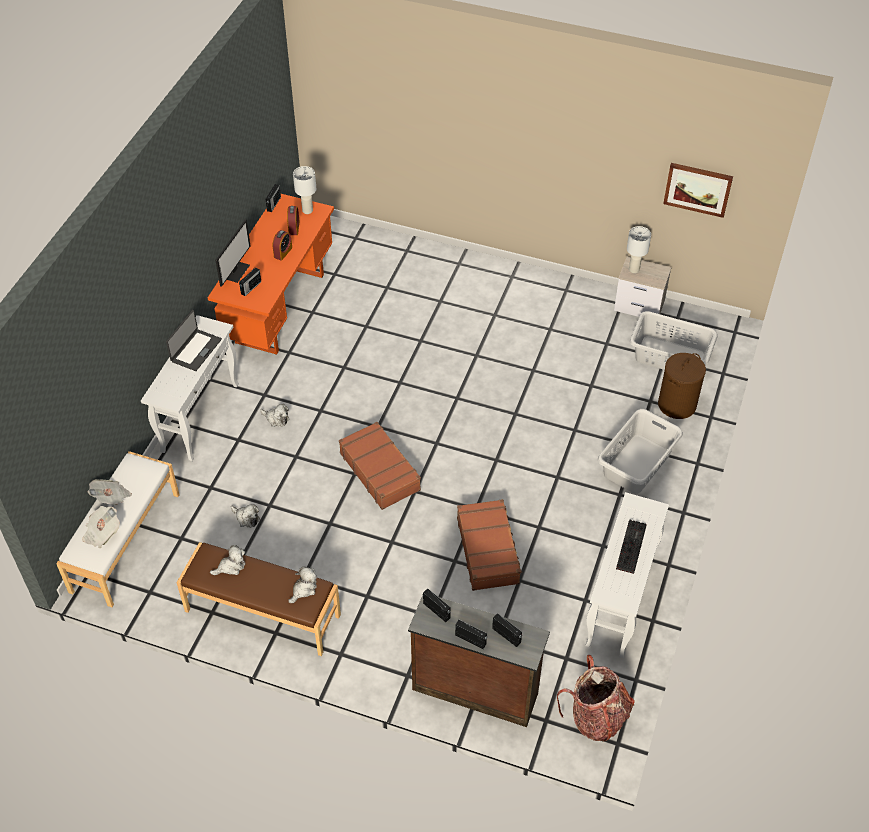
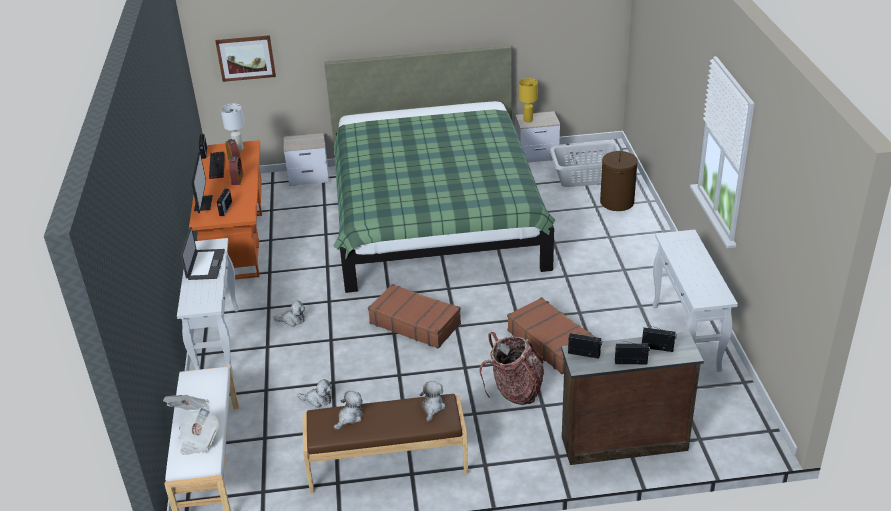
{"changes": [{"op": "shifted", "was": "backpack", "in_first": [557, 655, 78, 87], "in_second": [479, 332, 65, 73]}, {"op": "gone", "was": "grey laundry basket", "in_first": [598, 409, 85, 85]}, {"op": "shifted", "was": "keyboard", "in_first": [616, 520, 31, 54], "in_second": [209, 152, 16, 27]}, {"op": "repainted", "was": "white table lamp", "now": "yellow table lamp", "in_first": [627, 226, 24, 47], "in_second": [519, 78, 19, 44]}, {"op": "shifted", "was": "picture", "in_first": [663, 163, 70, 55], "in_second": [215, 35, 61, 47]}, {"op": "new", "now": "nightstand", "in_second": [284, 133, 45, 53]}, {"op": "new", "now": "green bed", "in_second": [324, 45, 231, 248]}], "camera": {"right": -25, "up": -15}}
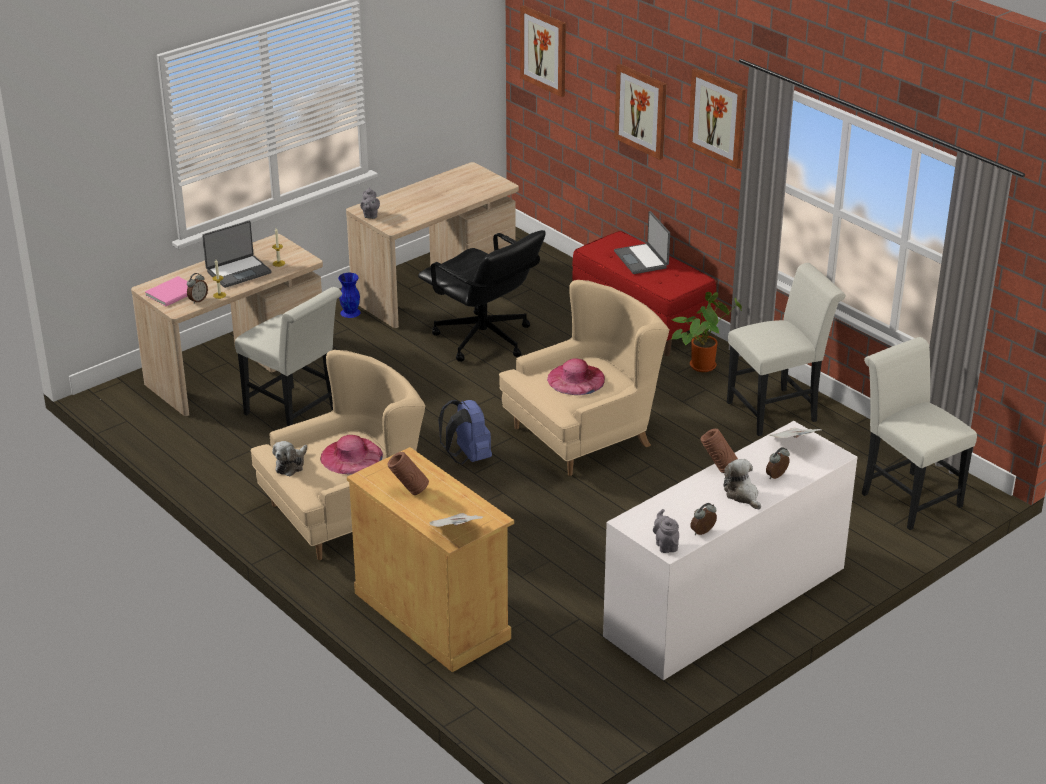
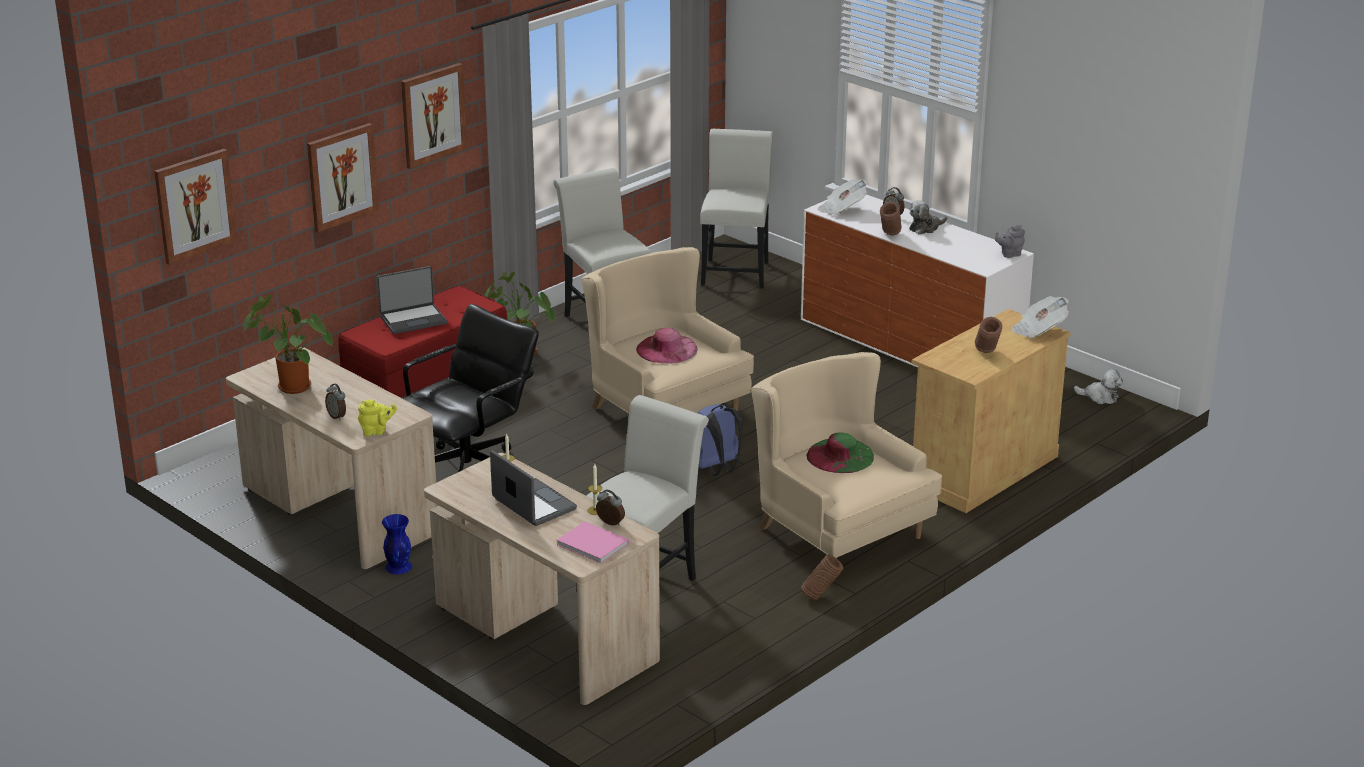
{"changes": [{"op": "shifted", "was": "plush toy", "in_first": [272, 441, 35, 35], "in_second": [1074, 369, 49, 35]}, {"op": "repainted", "was": "pink hat", "now": "green hat", "in_first": [320, 435, 63, 40], "in_second": [807, 433, 67, 40]}, {"op": "repainted", "was": "grey teapot", "now": "yellow teapot", "in_first": [360, 187, 20, 32], "in_second": [358, 399, 39, 37]}, {"op": "shifted", "was": "alarm clock", "in_first": [691, 503, 26, 32], "in_second": [325, 384, 21, 36]}, {"op": "rotated", "was": "white chair", "in_first": [862, 337, 115, 193], "in_second": [700, 129, 73, 160], "clockwise": 135}, {"op": "new", "now": "potted plant", "in_second": [243, 295, 89, 99]}, {"op": "new", "now": "brown vase", "in_second": [801, 555, 42, 45]}], "camera": {"right": -95, "up": -5}}
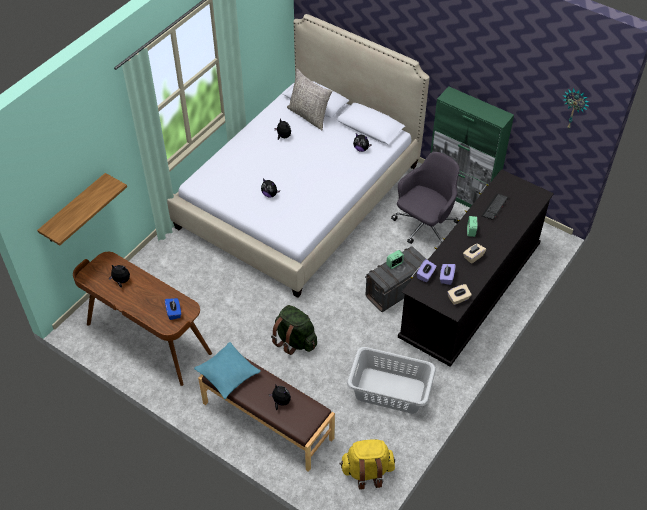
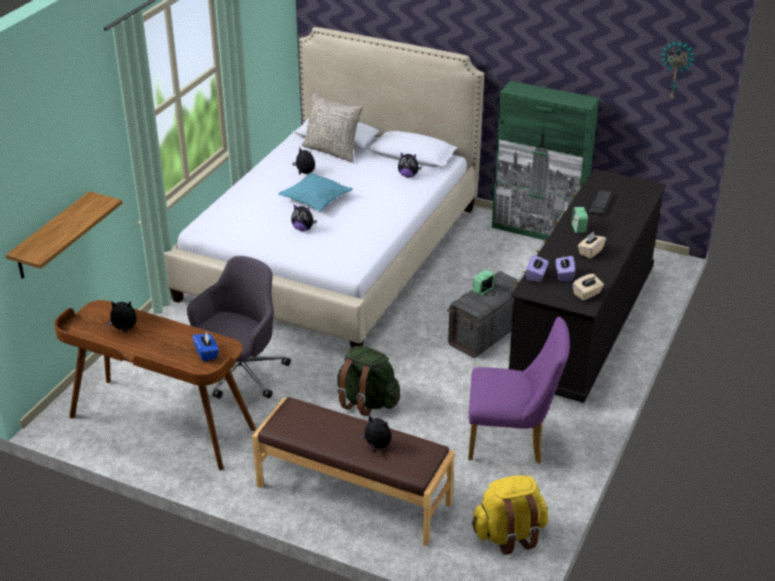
{"changes": [{"op": "shifted", "was": "turquoise pillow", "in_first": [194, 342, 67, 57], "in_second": [279, 173, 74, 38]}, {"op": "swapped", "was": "grey laundry basket", "now": "purple chair", "in_first": [347, 347, 89, 67], "in_second": [468, 317, 102, 146]}, {"op": "shifted", "was": "grey office chair", "in_first": [391, 152, 69, 92], "in_second": [187, 256, 104, 143]}], "camera": {"right": -10, "up": -15}}
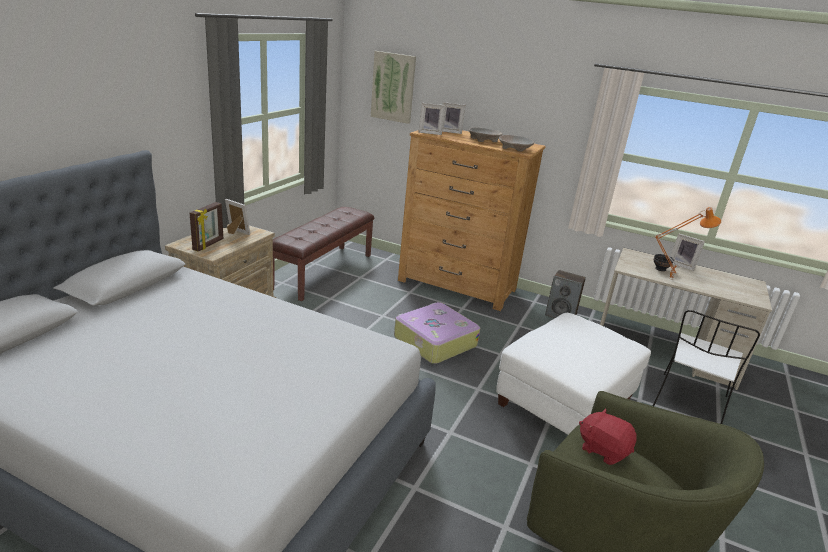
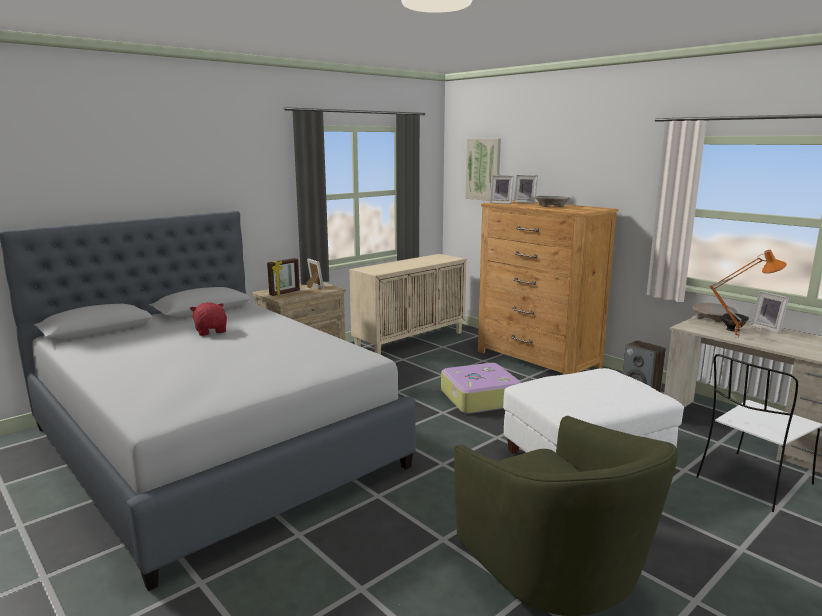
{"changes": [{"op": "swapped", "was": "brown bench", "now": "beige cabinet", "in_first": [273, 207, 101, 94], "in_second": [349, 254, 118, 101]}, {"op": "shifted", "was": "beige bowl", "in_first": [499, 135, 35, 16], "in_second": [693, 303, 44, 19]}, {"op": "shifted", "was": "red plush toy", "in_first": [579, 408, 58, 57], "in_second": [190, 302, 37, 34]}], "camera": {"right": 25, "up": -10}}
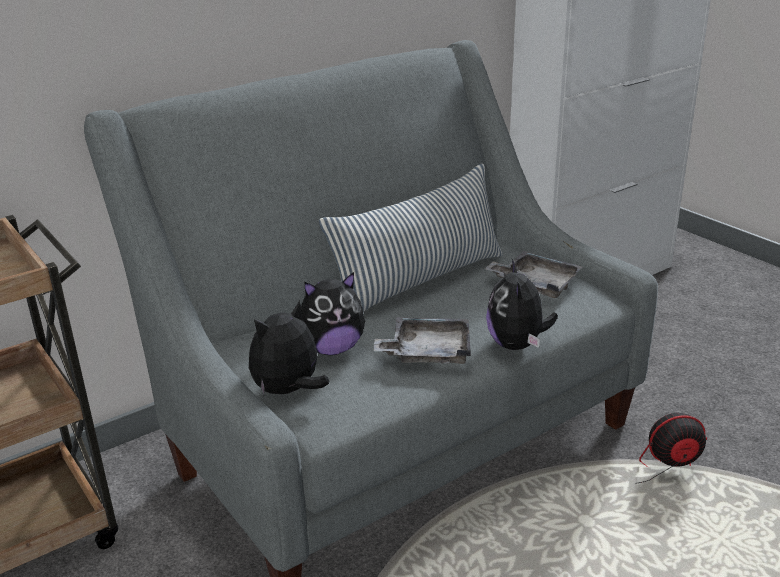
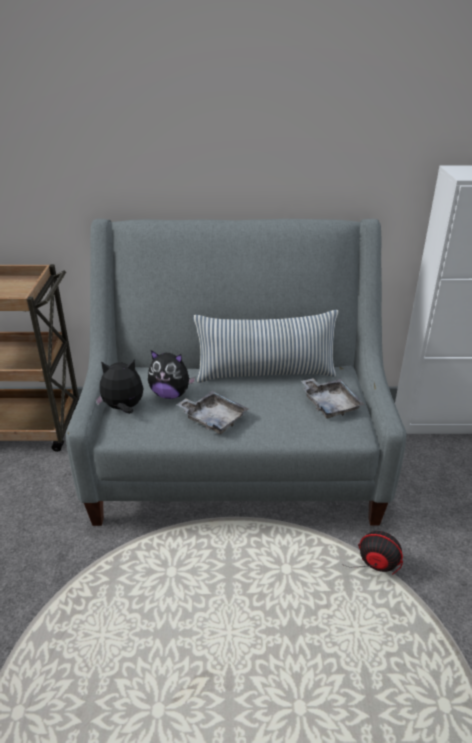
{"changes": [{"op": "gone", "was": "plush toy", "in_first": [486, 259, 72, 91]}], "camera": {"right": 35, "up": 5}}
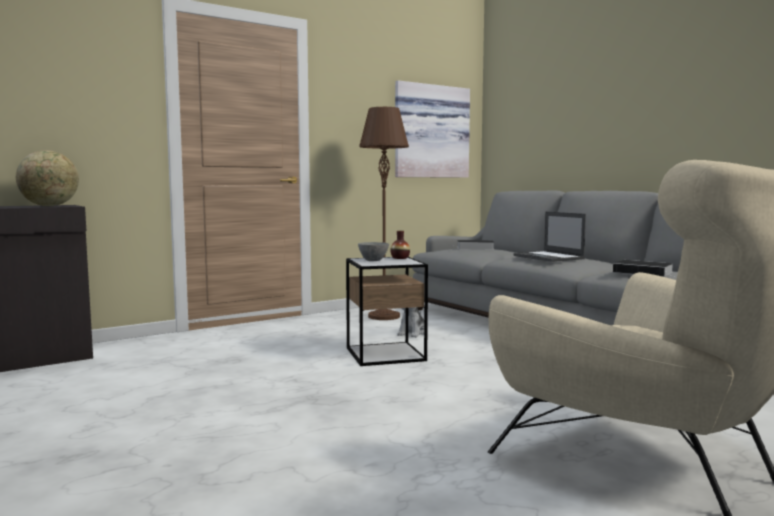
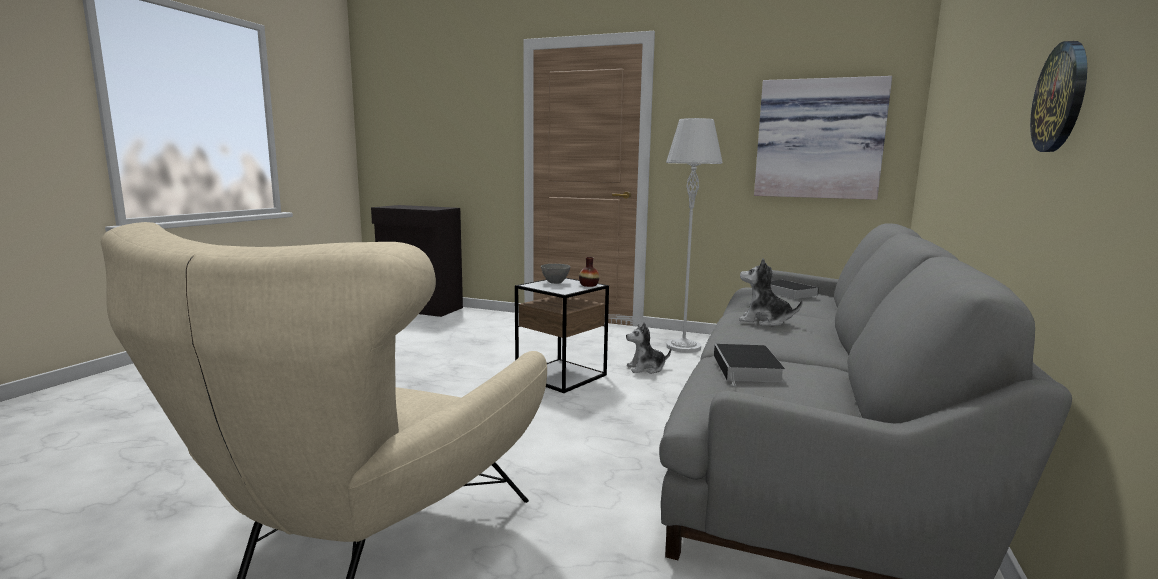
{"changes": [{"op": "gone", "was": "globe", "in_first": [16, 150, 63, 56]}, {"op": "repainted", "was": "brown floor lamp", "now": "grey floor lamp", "in_first": [359, 107, 50, 213], "in_second": [666, 118, 57, 235]}, {"op": "swapped", "was": "laptop", "now": "plush toy", "in_first": [514, 212, 72, 50], "in_second": [739, 258, 64, 68]}, {"op": "new", "now": "wall clock", "in_second": [1030, 41, 57, 111]}], "camera": {"right": 55, "up": 5}}
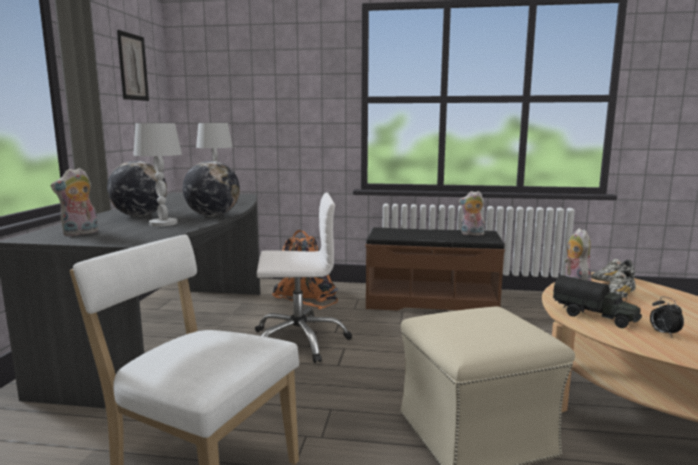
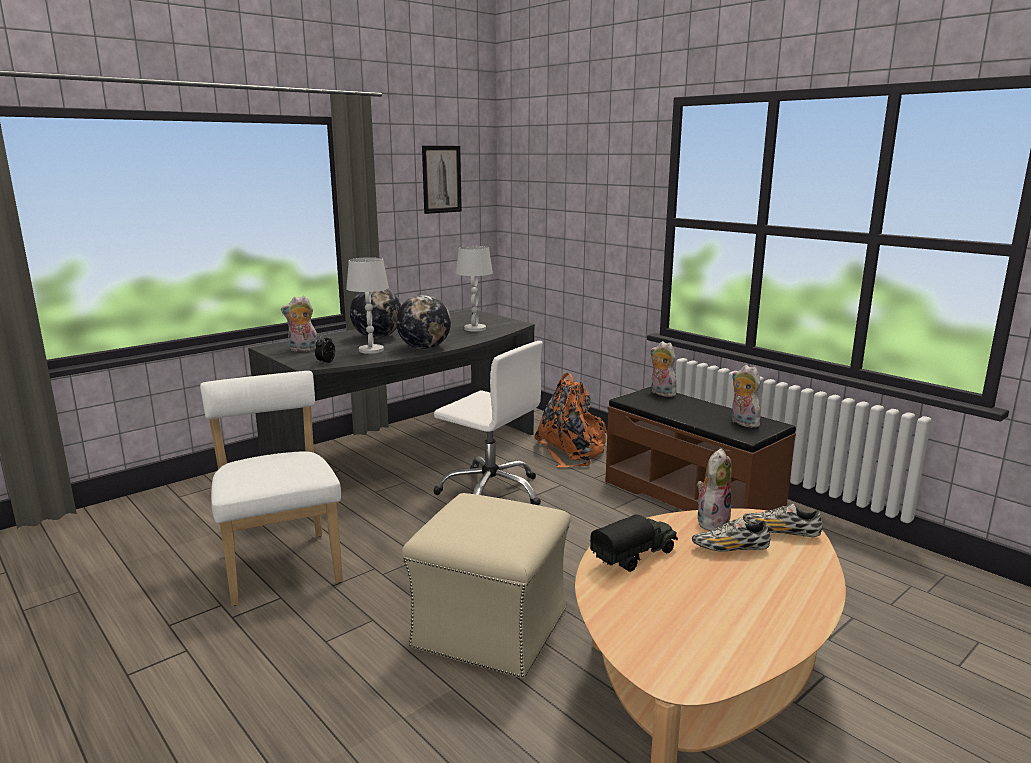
{"changes": [{"op": "rotated", "was": "toy truck", "in_first": [553, 275, 89, 53], "in_second": [590, 515, 88, 57], "clockwise": -120}, {"op": "shifted", "was": "alarm clock", "in_first": [650, 296, 34, 41], "in_second": [315, 334, 20, 31]}, {"op": "new", "now": "plush toy", "in_second": [650, 341, 26, 56]}], "camera": {"right": 40, "up": 5}}
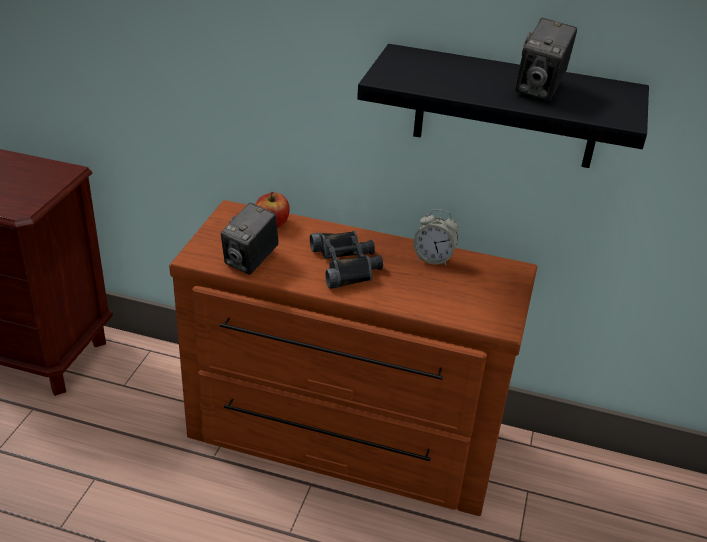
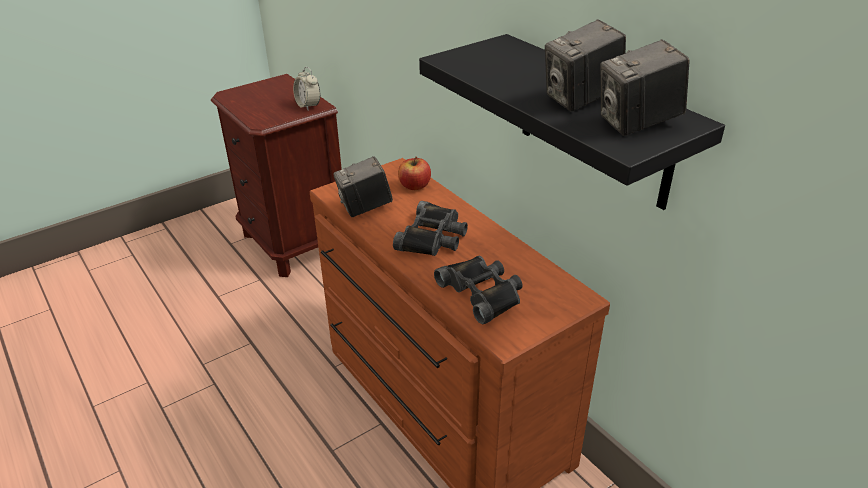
{"changes": [{"op": "shifted", "was": "alarm clock", "in_first": [413, 209, 46, 57], "in_second": [293, 67, 27, 43]}, {"op": "new", "now": "black binoculars", "in_second": [434, 256, 88, 68]}, {"op": "new", "now": "photo camera", "in_second": [600, 39, 90, 97]}], "camera": {"right": 40, "up": 0}}
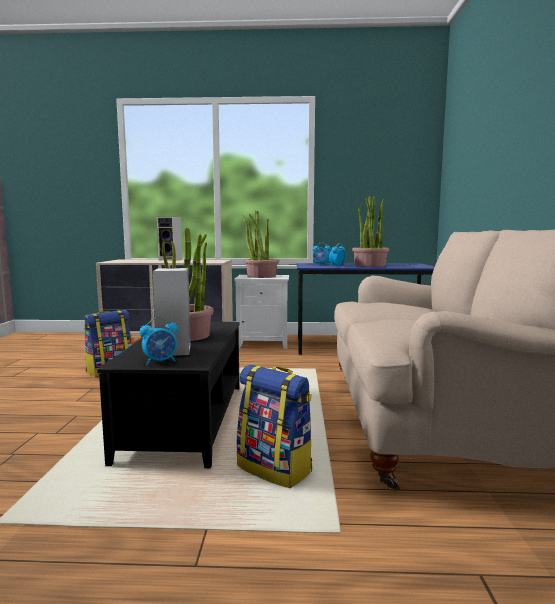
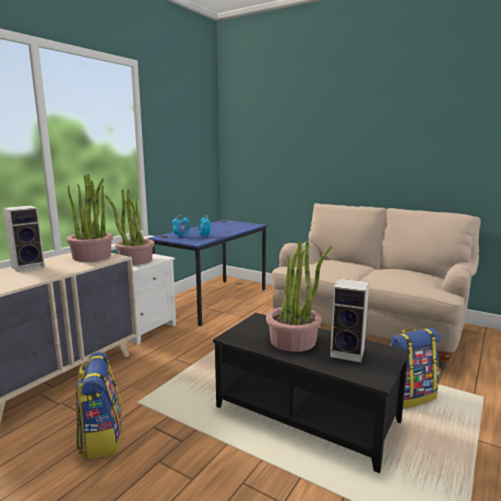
{"changes": [{"op": "gone", "was": "alarm clock", "in_first": [139, 317, 39, 48]}, {"op": "shifted", "was": "potted plant", "in_first": [352, 196, 37, 71], "in_second": [66, 174, 47, 88]}], "camera": {"right": -60, "up": 5}}
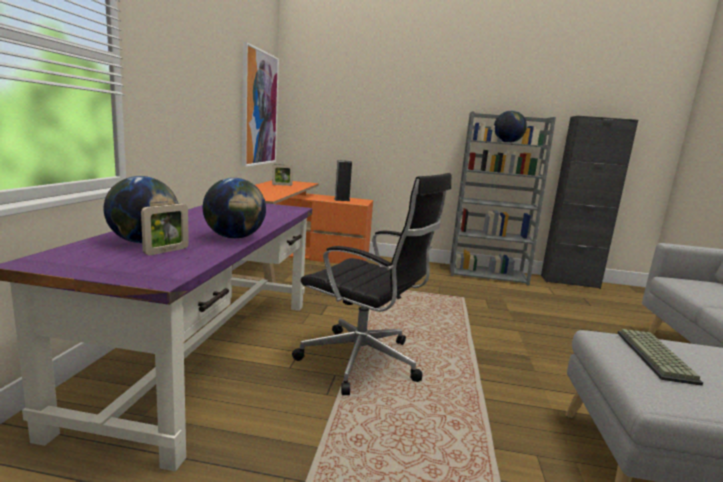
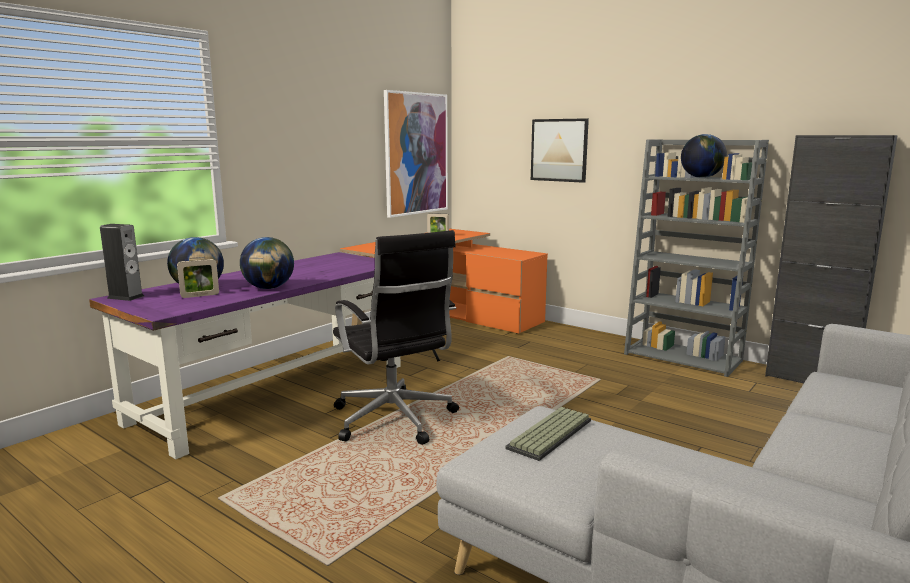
{"changes": [{"op": "shifted", "was": "speaker", "in_first": [334, 160, 18, 41], "in_second": [100, 224, 44, 77]}, {"op": "new", "now": "picture", "in_second": [531, 118, 58, 65]}], "camera": {"right": 30, "up": 0}}
